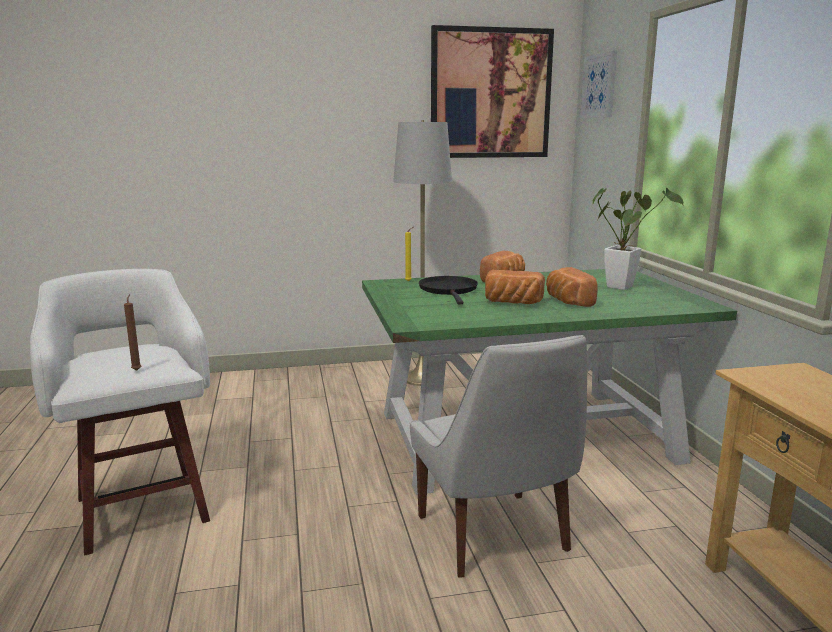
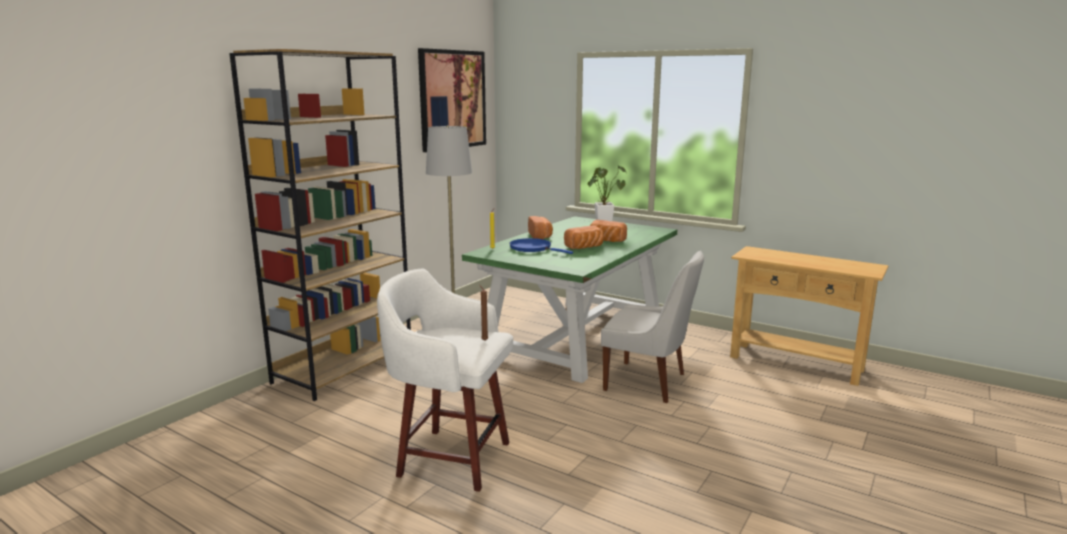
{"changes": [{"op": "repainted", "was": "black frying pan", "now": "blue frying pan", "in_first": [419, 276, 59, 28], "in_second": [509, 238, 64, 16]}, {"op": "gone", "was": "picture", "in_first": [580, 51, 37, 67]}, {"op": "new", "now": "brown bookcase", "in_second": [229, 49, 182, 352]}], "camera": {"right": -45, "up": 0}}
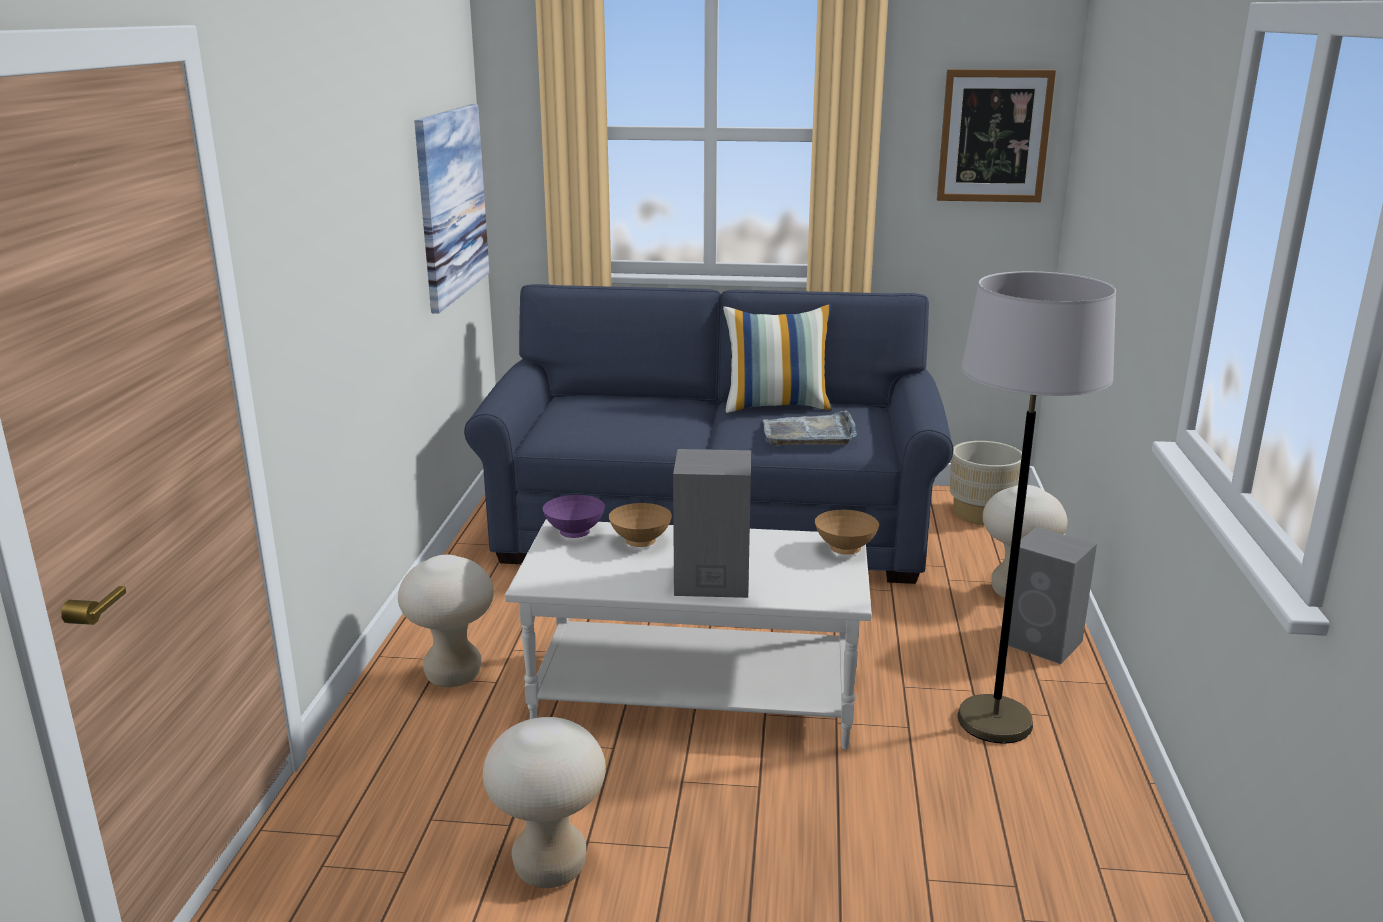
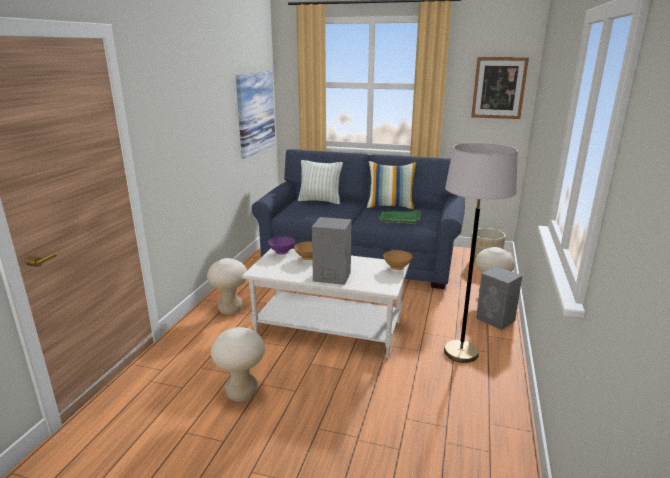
{"changes": [{"op": "repainted", "was": "grey tray", "now": "green tray", "in_first": [763, 410, 94, 35], "in_second": [379, 209, 42, 15]}, {"op": "new", "now": "pillow", "in_second": [298, 160, 45, 44]}], "camera": {"right": 10, "up": 0}}
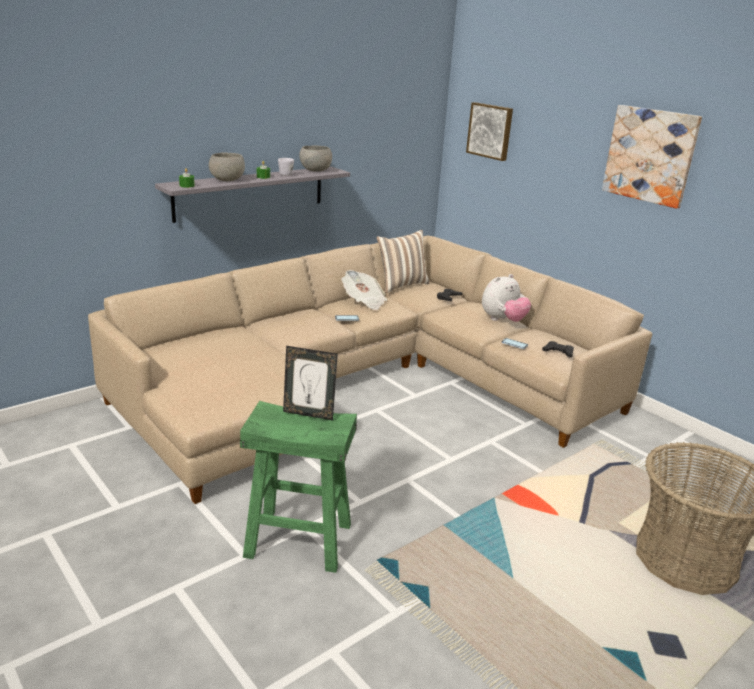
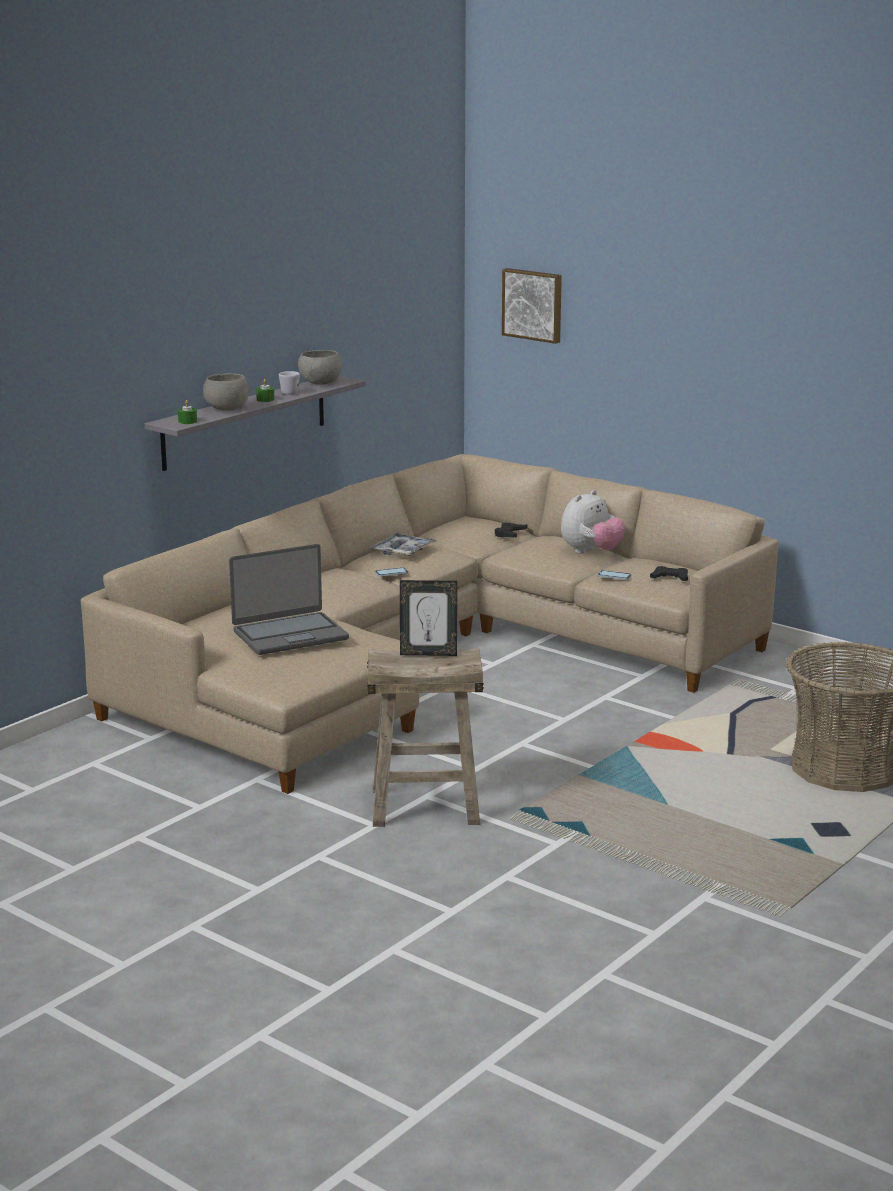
{"changes": [{"op": "repainted", "was": "green stool", "now": "beige stool", "in_first": [240, 401, 117, 172], "in_second": [367, 648, 117, 179]}, {"op": "swapped", "was": "newspaper", "now": "tray", "in_first": [341, 270, 47, 40], "in_second": [369, 533, 67, 23]}, {"op": "gone", "was": "pillow", "in_first": [377, 230, 53, 63]}, {"op": "gone", "was": "picture", "in_first": [602, 105, 100, 104]}, {"op": "new", "now": "laptop", "in_second": [229, 544, 120, 111]}], "camera": {"right": -10, "up": -5}}
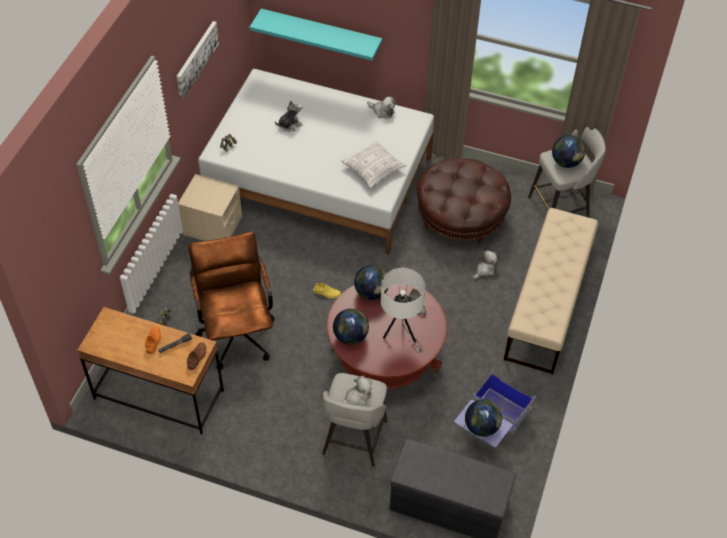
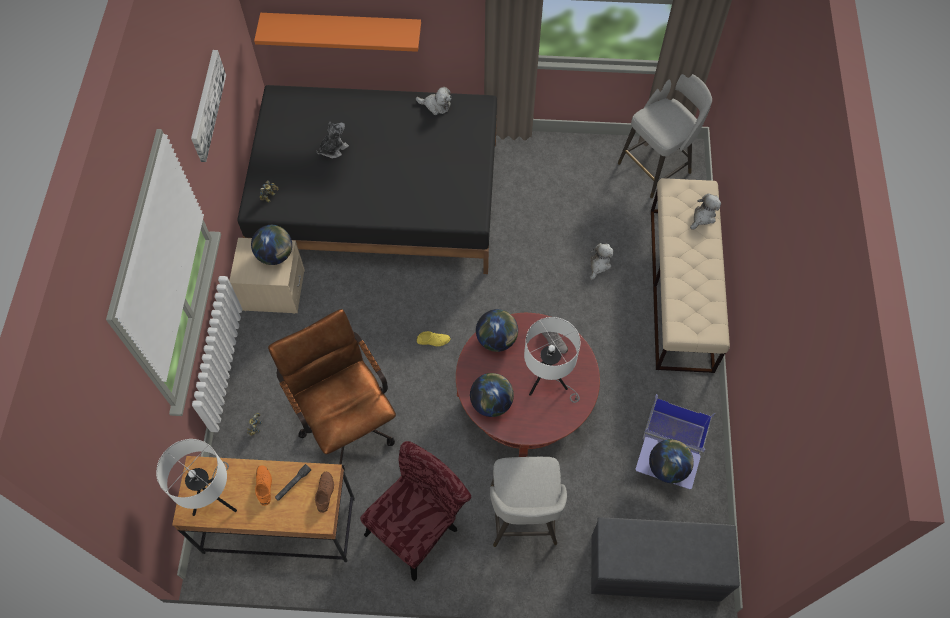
{"changes": [{"op": "repainted", "was": "white bed", "now": "black bed", "in_first": [198, 69, 236, 186], "in_second": [237, 85, 260, 189]}, {"op": "repainted", "was": "turquoise shelf", "now": "orange shelf", "in_first": [250, 9, 132, 52], "in_second": [254, 13, 167, 39]}, {"op": "gone", "was": "pillow", "in_first": [341, 140, 65, 48]}, {"op": "shifted", "was": "plush toy", "in_first": [342, 376, 30, 29], "in_second": [690, 193, 31, 37]}, {"op": "gone", "was": "brown ottoman", "in_first": [417, 159, 94, 87]}, {"op": "shifted", "was": "globe", "in_first": [552, 135, 33, 33], "in_second": [251, 225, 41, 40]}, {"op": "new", "now": "white table lamp", "in_second": [156, 439, 81, 77]}, {"op": "new", "now": "red chair", "in_second": [360, 441, 112, 140]}], "camera": {"right": -15, "up": 10}}
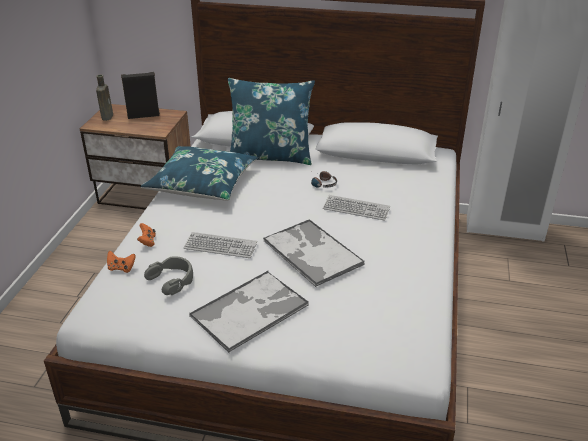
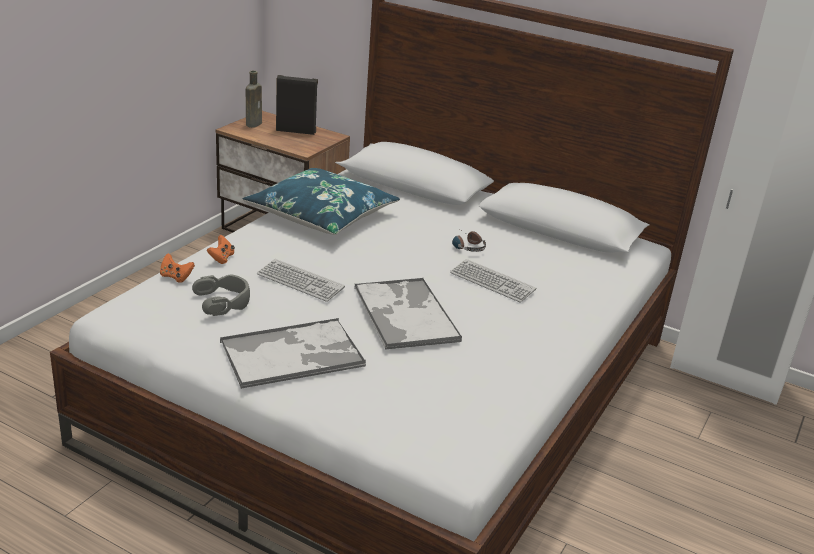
{"changes": [{"op": "gone", "was": "blue pillow", "in_first": [228, 78, 87, 87]}], "camera": {"right": 15, "up": -5}}
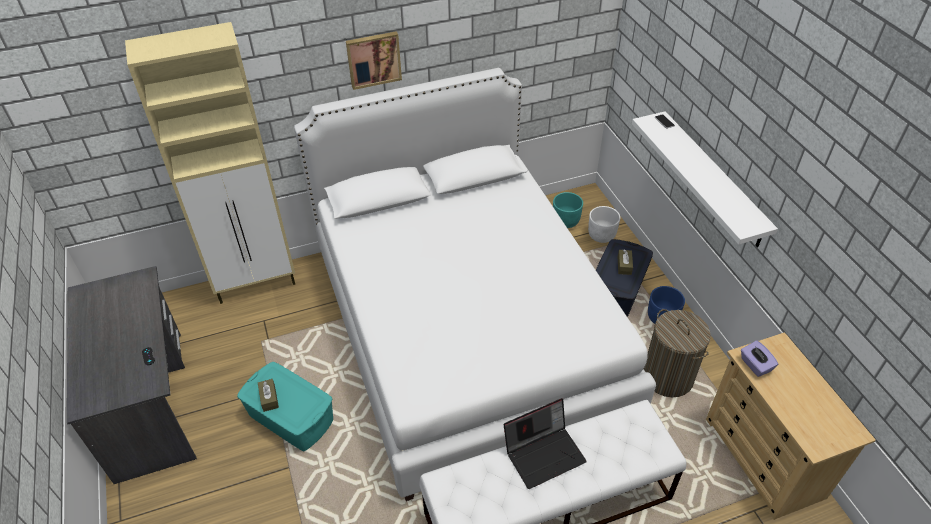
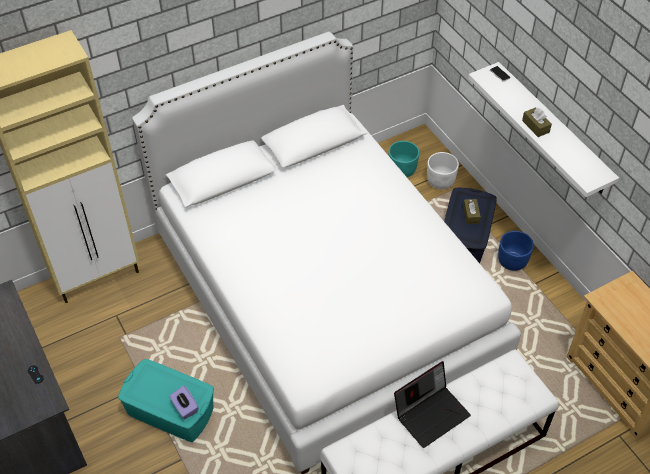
{"changes": [{"op": "shifted", "was": "brown tissue box", "in_first": [258, 379, 21, 33], "in_second": [522, 107, 30, 30]}, {"op": "gone", "was": "picture", "in_first": [346, 31, 56, 59]}, {"op": "gone", "was": "laundry basket", "in_first": [644, 309, 67, 88]}, {"op": "shifted", "was": "purple tissue box", "in_first": [741, 340, 37, 37], "in_second": [169, 385, 30, 34]}], "camera": {"right": -10, "up": 5}}
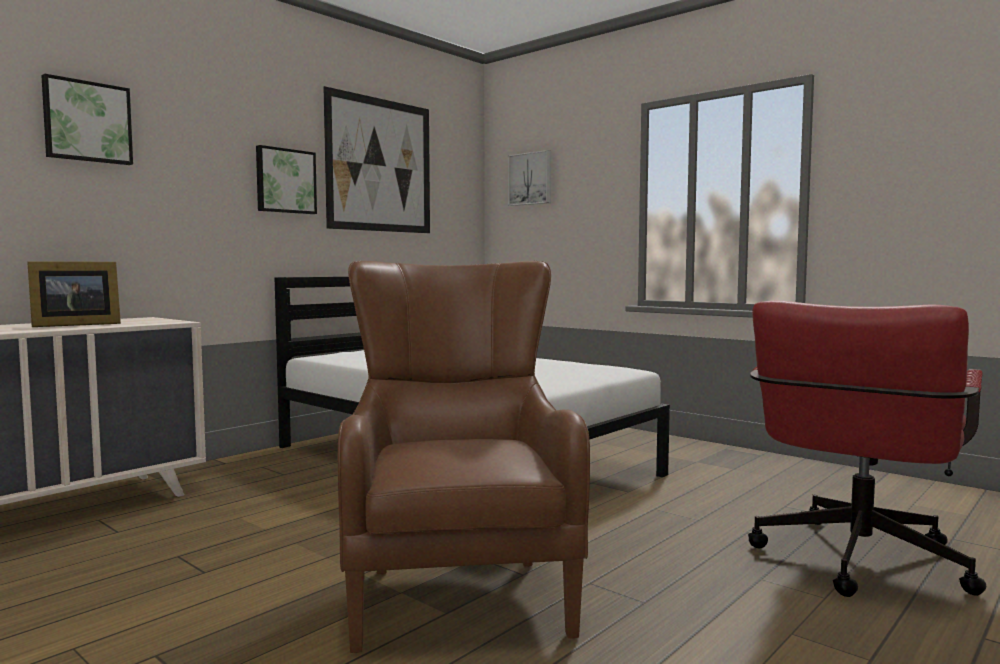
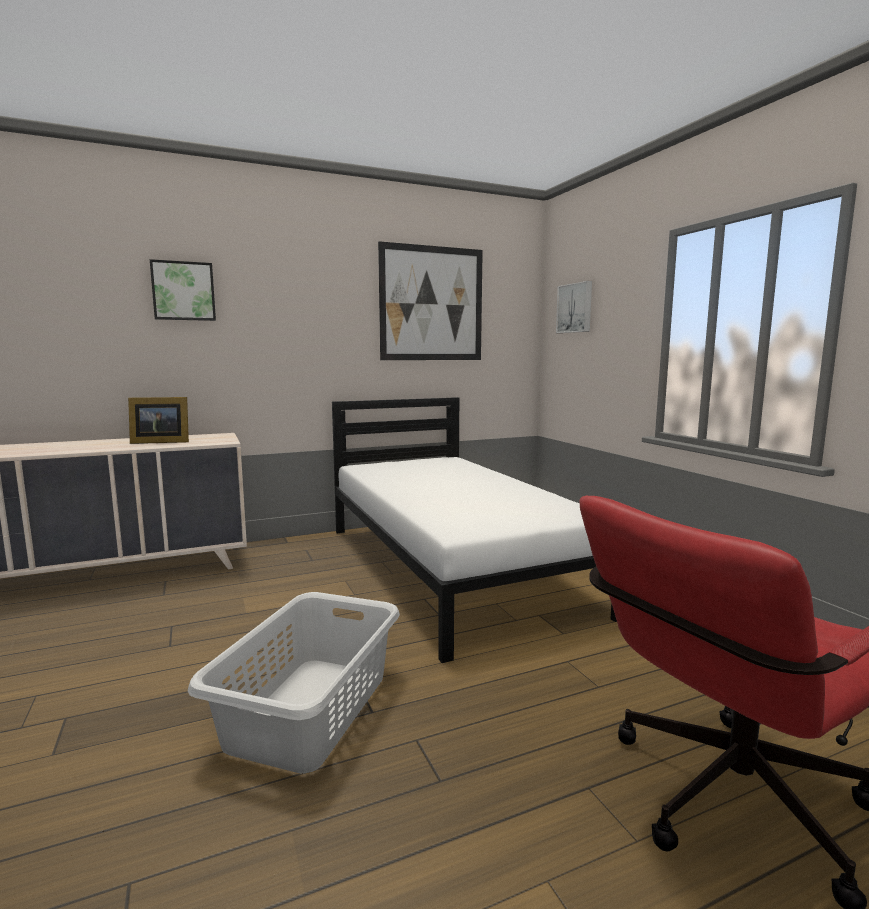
{"changes": [{"op": "gone", "was": "picture", "in_first": [256, 145, 61, 69]}, {"op": "swapped", "was": "brown armchair", "now": "grey laundry basket", "in_first": [338, 261, 252, 392], "in_second": [188, 592, 212, 181]}], "camera": {"right": 25, "up": 5}}
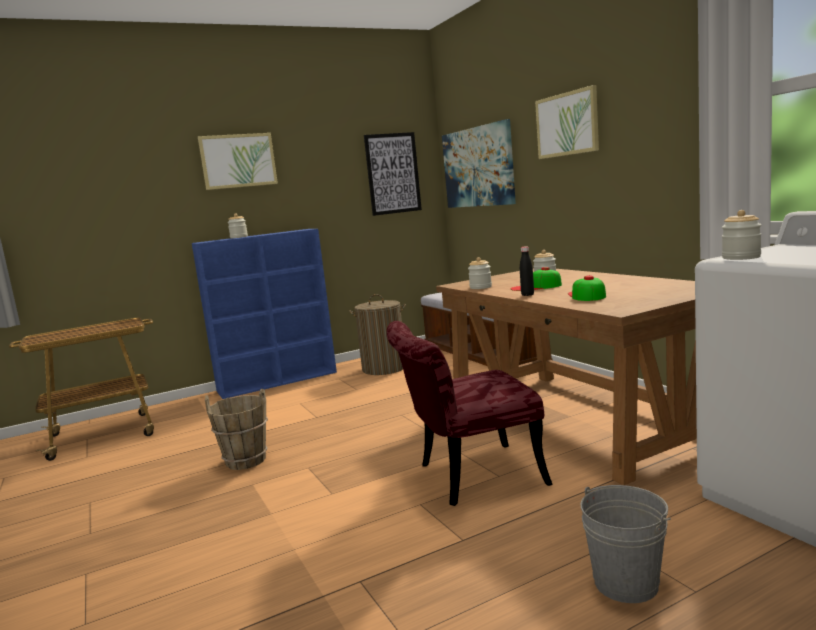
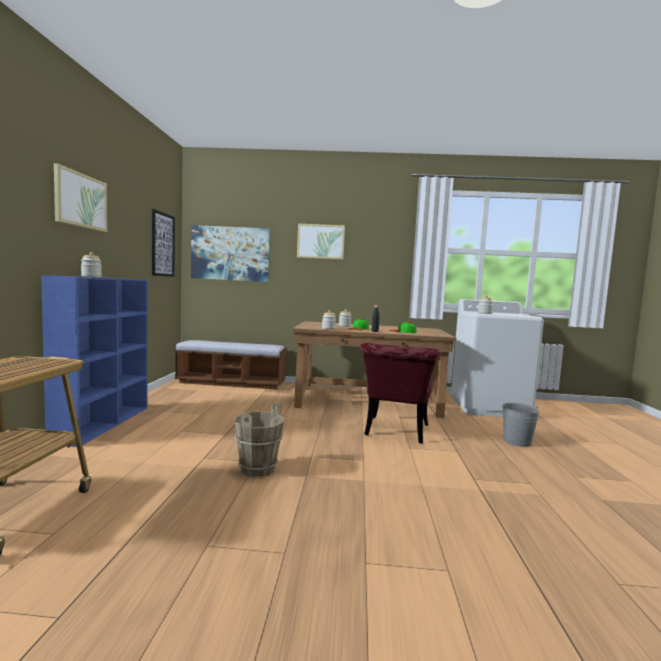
{"changes": [{"op": "gone", "was": "laundry basket", "in_first": [349, 294, 57, 81]}], "camera": {"right": -60, "up": -5}}
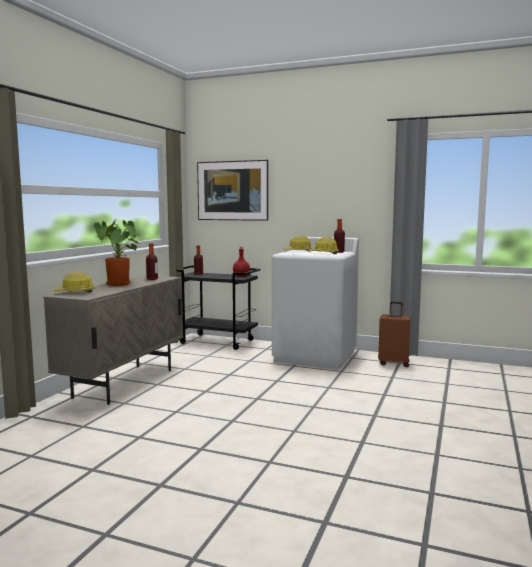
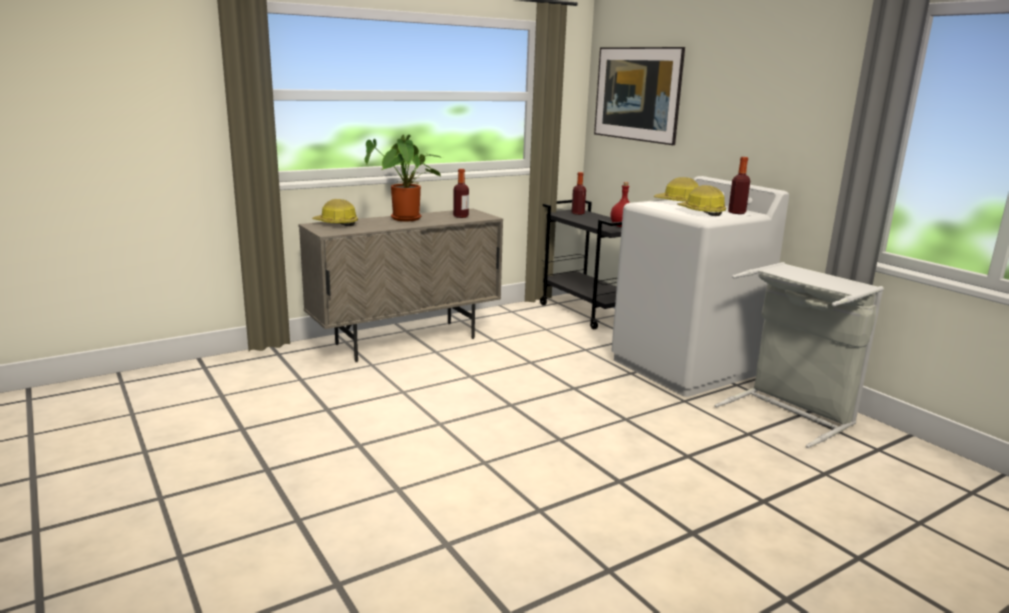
{"changes": [{"op": "swapped", "was": "brown suitcase", "now": "grey laundry basket", "in_first": [378, 302, 33, 65], "in_second": [715, 262, 169, 186]}], "camera": {"right": 35, "up": 10}}
